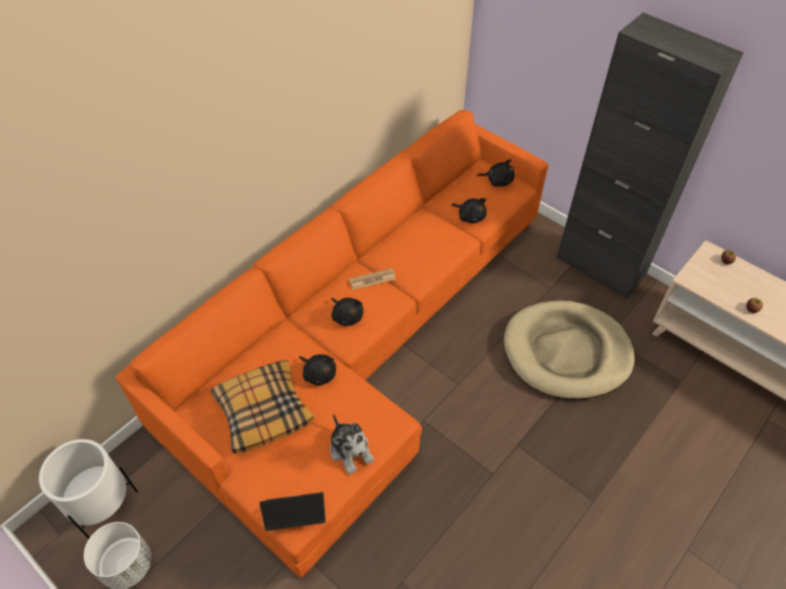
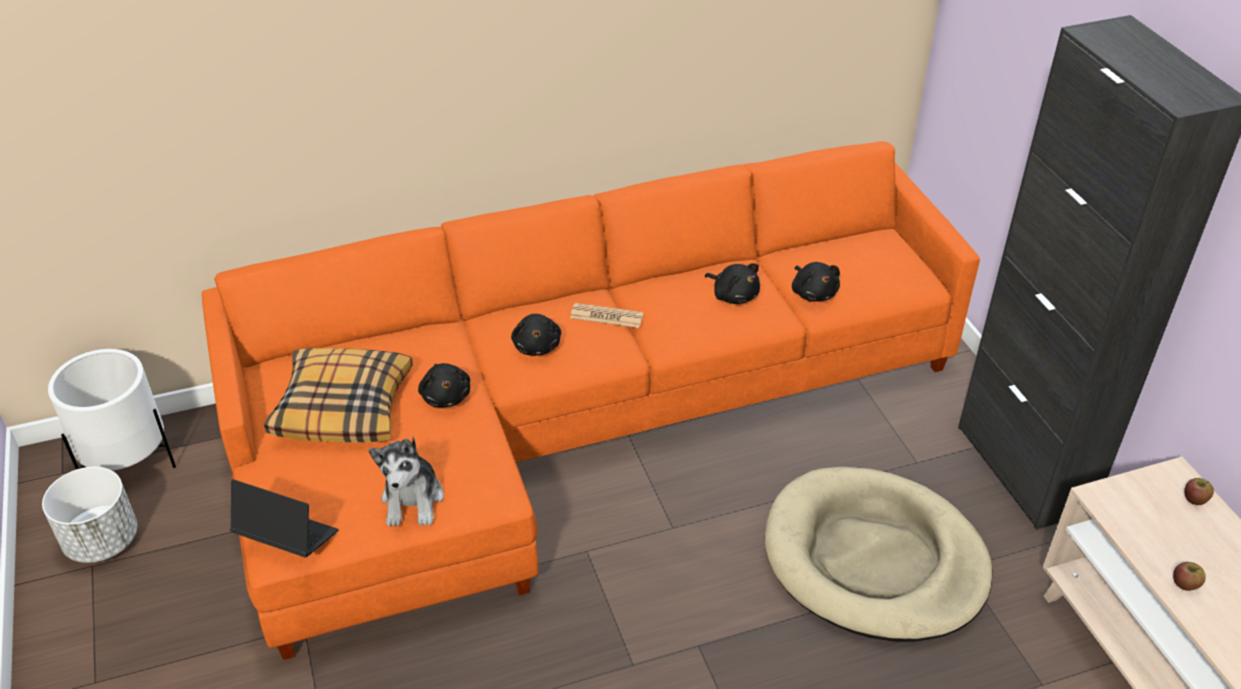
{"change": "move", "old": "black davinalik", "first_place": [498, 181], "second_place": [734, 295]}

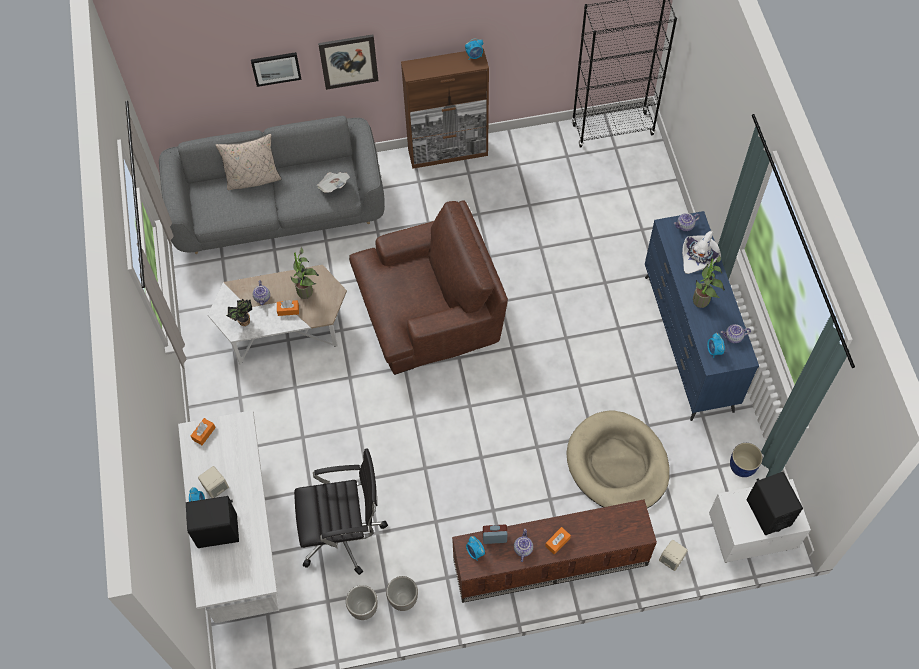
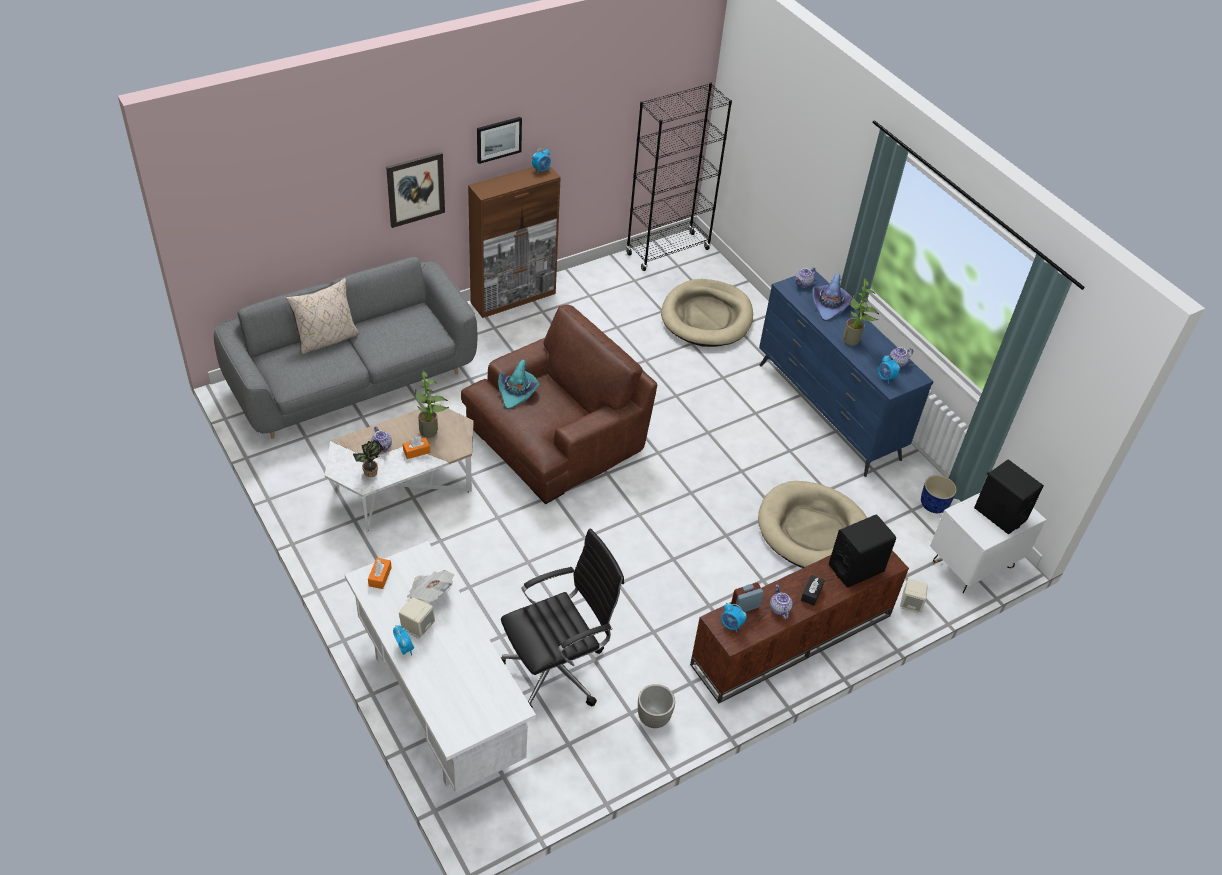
{"change": "move", "old": "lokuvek", "first_place": [276, 68], "second_place": [498, 139]}
{"change": "move", "old": "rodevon", "first_place": [334, 186], "second_place": [430, 593]}
{"change": "recolor", "old": "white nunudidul", "new": "purple nunudidul", "first_place": [699, 257], "second_place": [829, 305]}
{"change": "move", "old": "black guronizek", "first_place": [218, 531], "second_place": [856, 568]}
{"change": "recolor", "old": "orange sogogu", "new": "black sogogu", "first_place": [557, 542], "second_place": [811, 593]}
{"change": "delete", "old": "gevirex", "first_place": [364, 608]}
{"change": "insert", "new": "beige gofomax", "second_place": [706, 317]}
{"change": "insert", "new": "turquoise nunudidul", "second_place": [517, 391]}

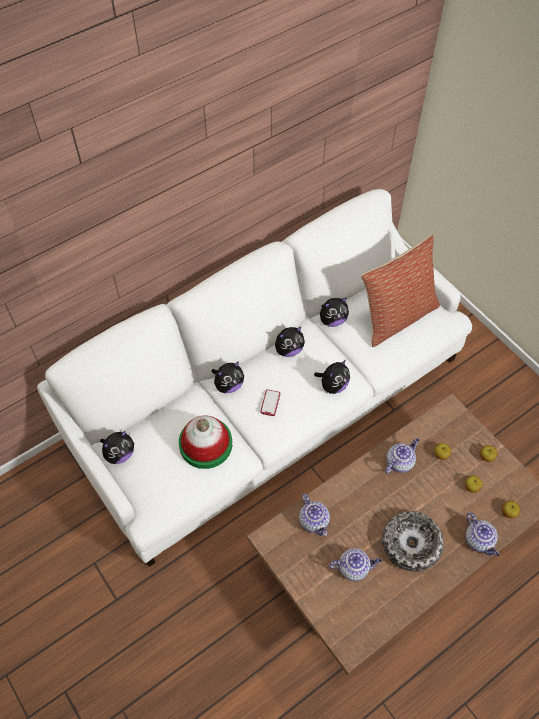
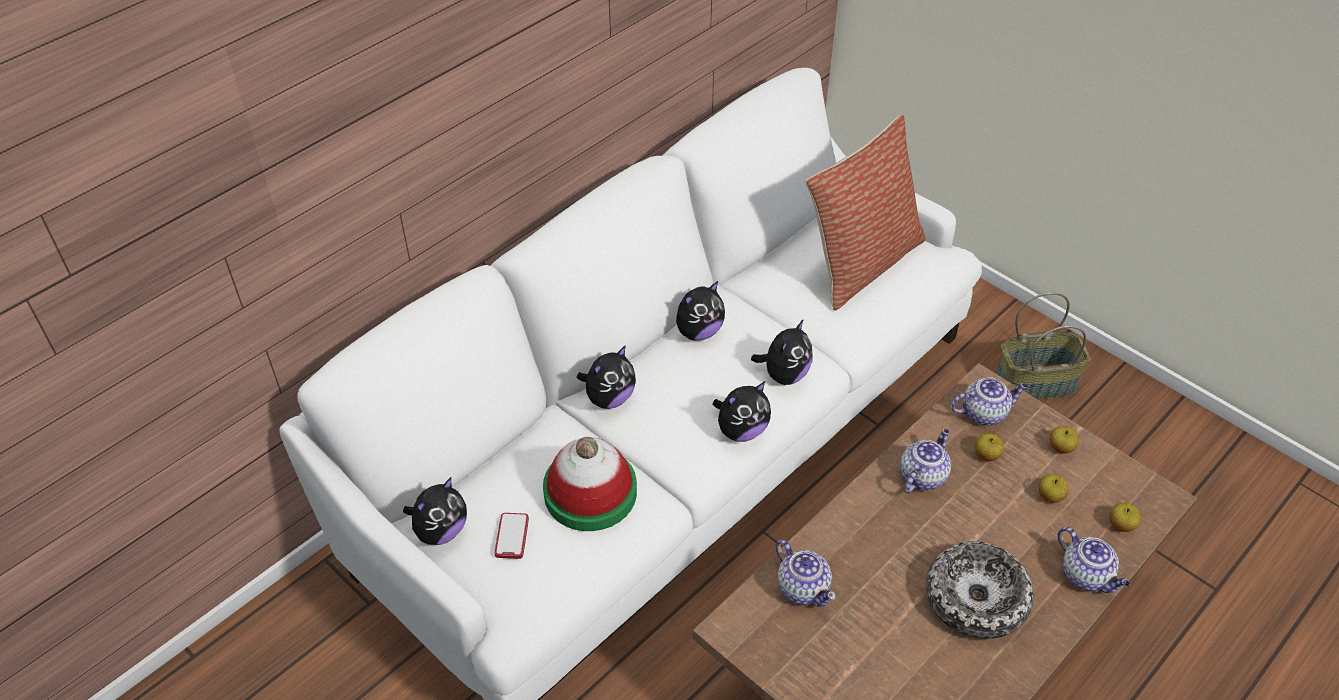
{"change": "move", "old": "davinalik", "first_place": [332, 320], "second_place": [741, 430]}
{"change": "move", "old": "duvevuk", "first_place": [270, 403], "second_place": [512, 536]}
{"change": "move", "old": "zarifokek", "first_place": [354, 568], "second_place": [985, 412]}
{"change": "insert", "new": "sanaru", "second_place": [1035, 382]}

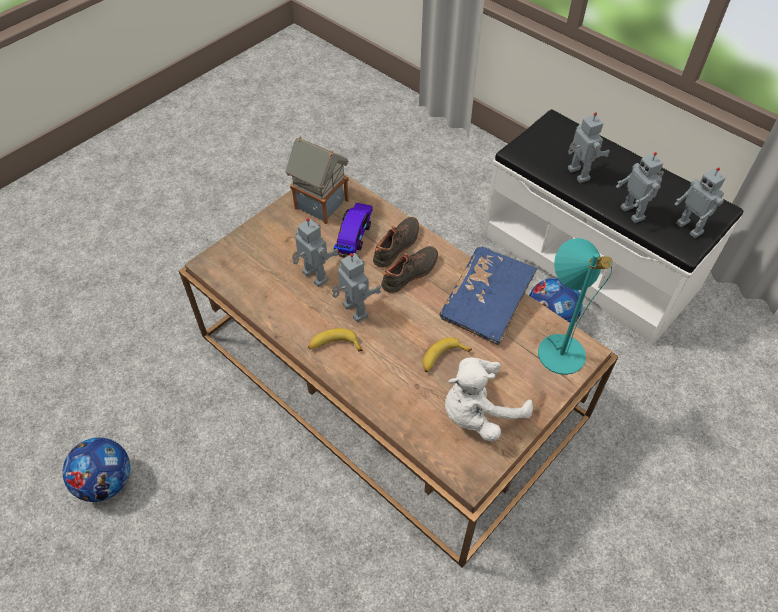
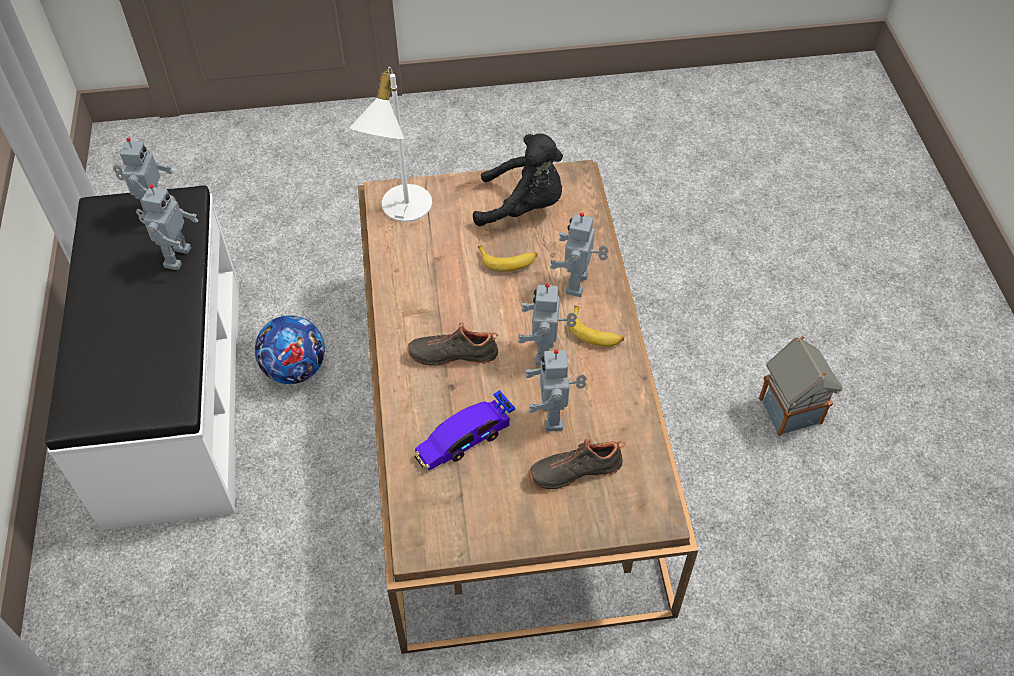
{"change": "move", "old": "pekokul", "first_place": [577, 174], "second_place": [578, 284]}
{"change": "move", "old": "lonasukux", "first_place": [320, 204], "second_place": [791, 412]}
{"change": "move", "old": "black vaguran", "first_place": [397, 247], "second_place": [574, 469]}
{"change": "recolor", "old": "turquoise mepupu", "new": "white mepupu", "first_place": [559, 346], "second_place": [399, 209]}
{"change": "delete", "old": "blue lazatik", "first_place": [486, 304]}
{"change": "recolor", "old": "white davinalik", "new": "black davinalik", "first_place": [478, 413], "second_place": [523, 206]}
{"change": "delete", "old": "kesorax", "first_place": [106, 482]}

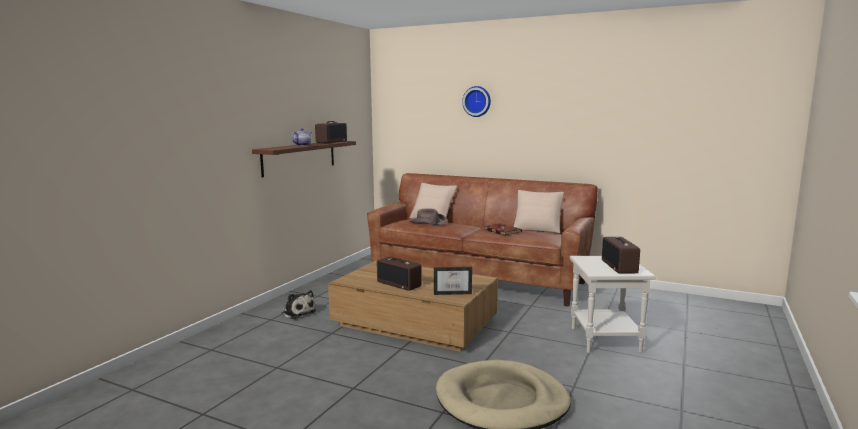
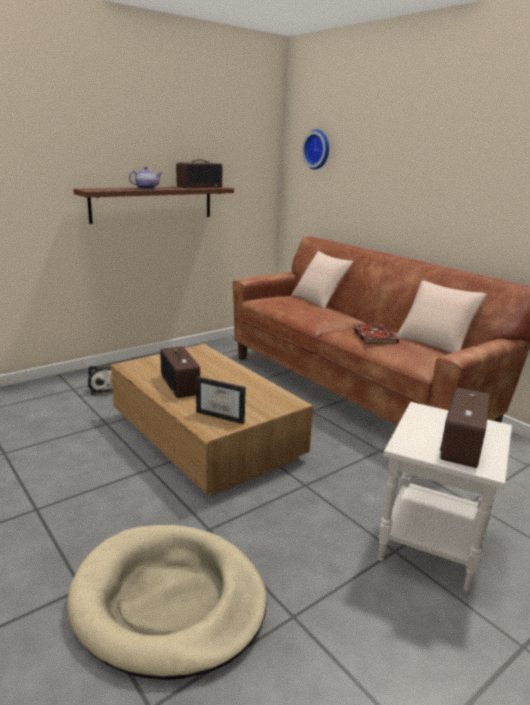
{"change": "move", "old": "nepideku", "first_place": [477, 101], "second_place": [318, 149]}
{"change": "delete", "old": "brown nunudidul", "first_place": [427, 222]}

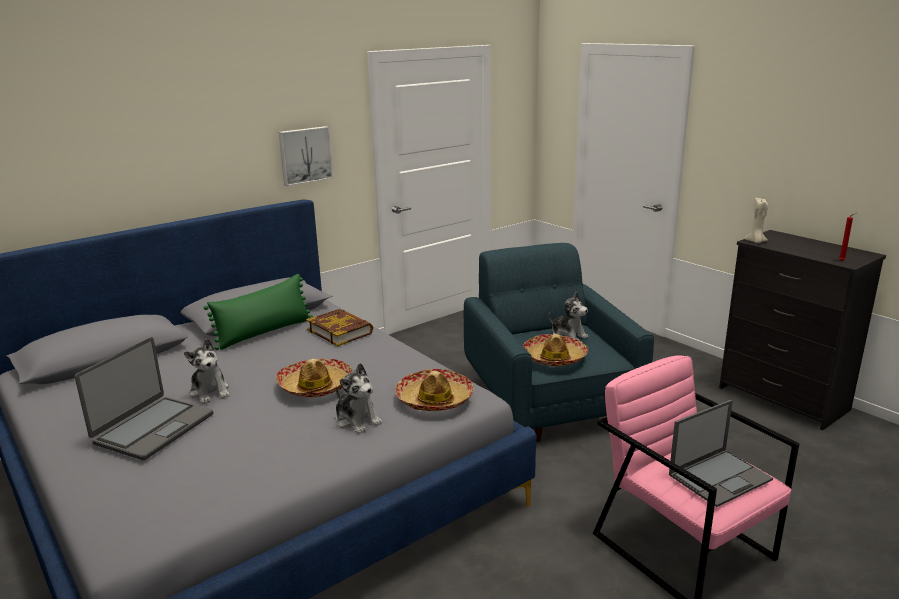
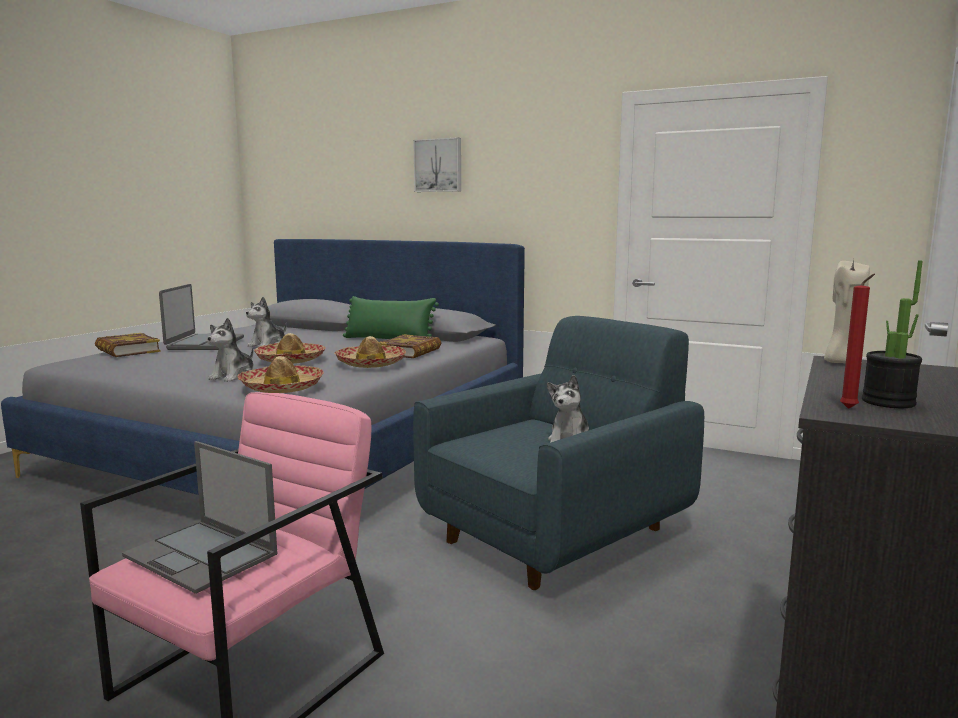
{"change": "move", "old": "lokuvek", "first_place": [305, 155], "second_place": [438, 165]}
{"change": "move", "old": "nunudidul", "first_place": [555, 357], "second_place": [370, 363]}
{"change": "rotate", "old": "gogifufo", "first_place": [153, 428], "second_place": [204, 343], "degrees": -90}
{"change": "insert", "new": "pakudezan", "second_place": [888, 402]}
{"change": "insert", "new": "lazatik", "second_place": [127, 350]}

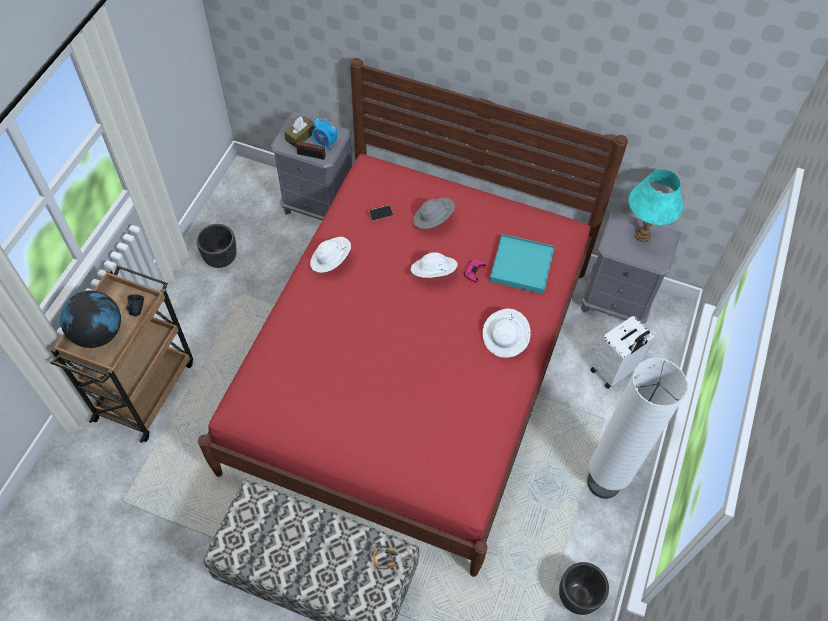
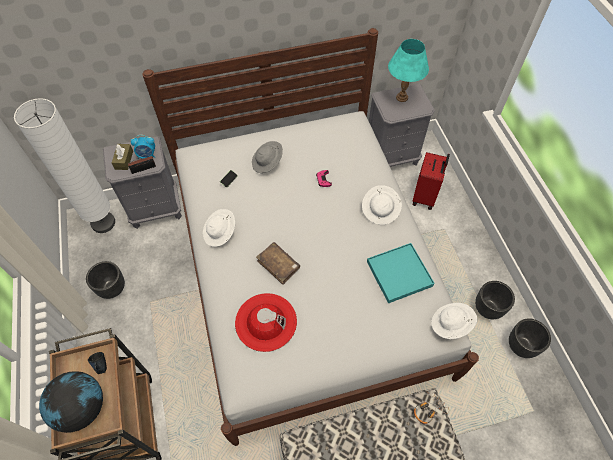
{"change": "recolor", "old": "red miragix", "new": "white miragix", "first_place": [411, 367], "second_place": [306, 274]}
{"change": "move", "old": "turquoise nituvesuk", "first_place": [521, 265], "second_place": [399, 274]}
{"change": "move", "old": "white nunudidul", "first_place": [433, 273], "second_place": [450, 324]}
{"change": "recolor", "old": "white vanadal", "new": "red vanadal", "first_place": [614, 370], "second_place": [425, 197]}
{"change": "move", "old": "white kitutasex", "first_place": [603, 482], "second_place": [103, 223]}
{"change": "insert", "new": "brown lazatik", "second_place": [278, 265]}
{"change": "insert", "new": "black gevirex", "second_place": [488, 308]}
{"change": "insert", "new": "red nunudidul", "second_place": [266, 322]}

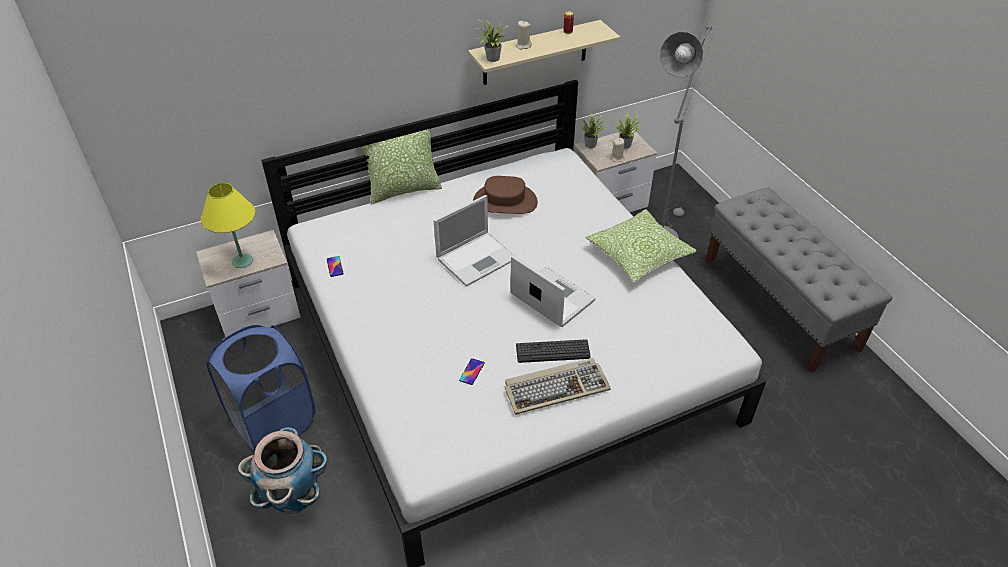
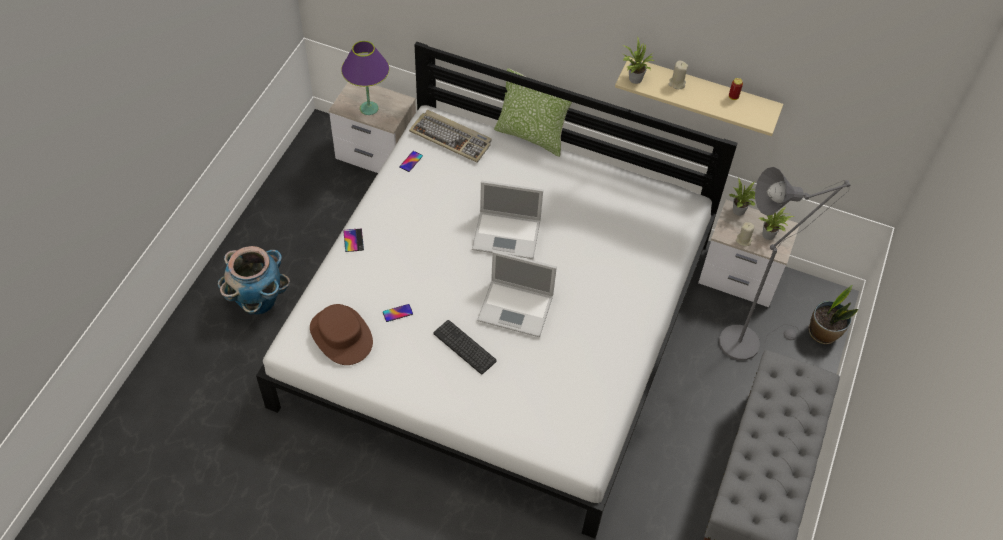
{"change": "move", "old": "brown nunudidul", "first_place": [505, 202], "second_place": [341, 336]}
{"change": "recolor", "old": "yellow mepupu", "new": "purple mepupu", "first_place": [242, 261], "second_place": [369, 108]}
{"change": "delete", "old": "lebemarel", "first_place": [638, 255]}
{"change": "rotate", "old": "gogifufo", "first_place": [551, 297], "second_place": [517, 308], "degrees": 105}
{"change": "delete", "old": "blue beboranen", "first_place": [274, 422]}
{"change": "move", "old": "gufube", "first_place": [556, 387], "second_place": [451, 138]}
{"change": "insert", "new": "duvevuk", "second_place": [353, 240]}
{"change": "insert", "new": "pakudezan", "second_place": [823, 333]}

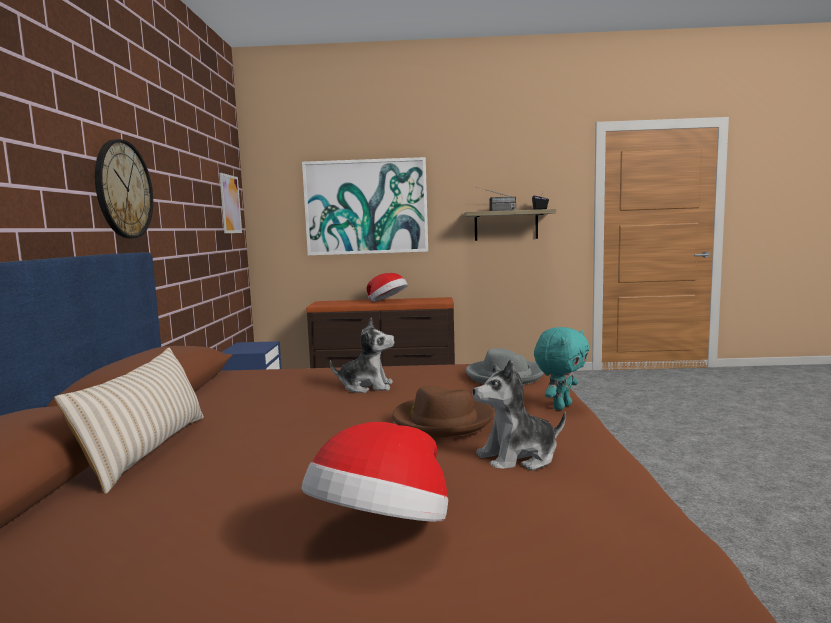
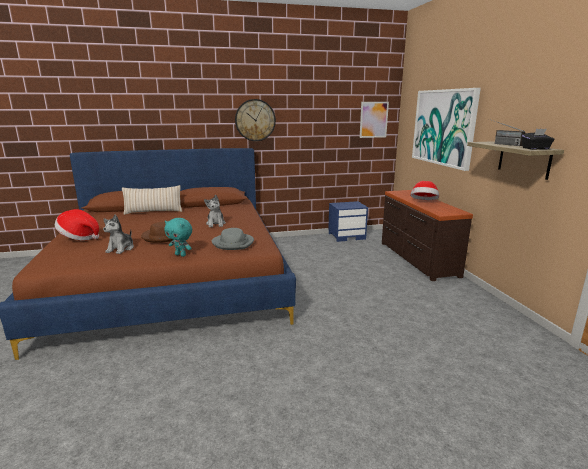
{"change": "rotate", "old": "davinalik", "first_place": [518, 458], "second_place": [121, 249], "degrees": -135}

